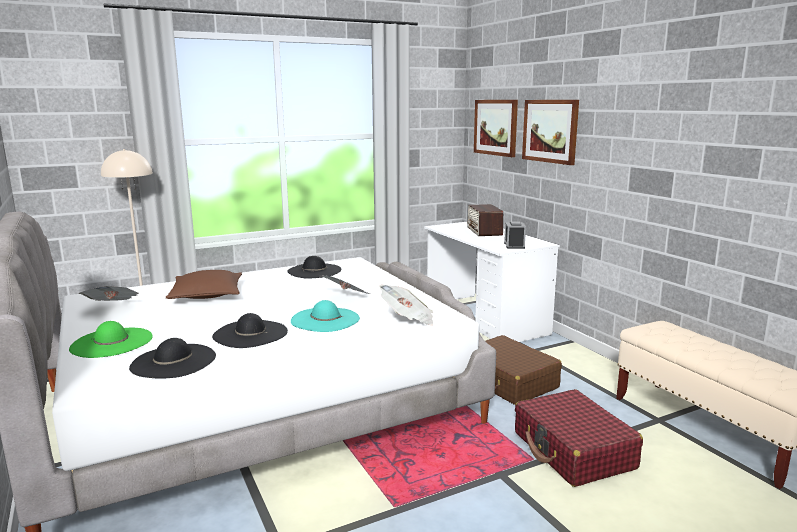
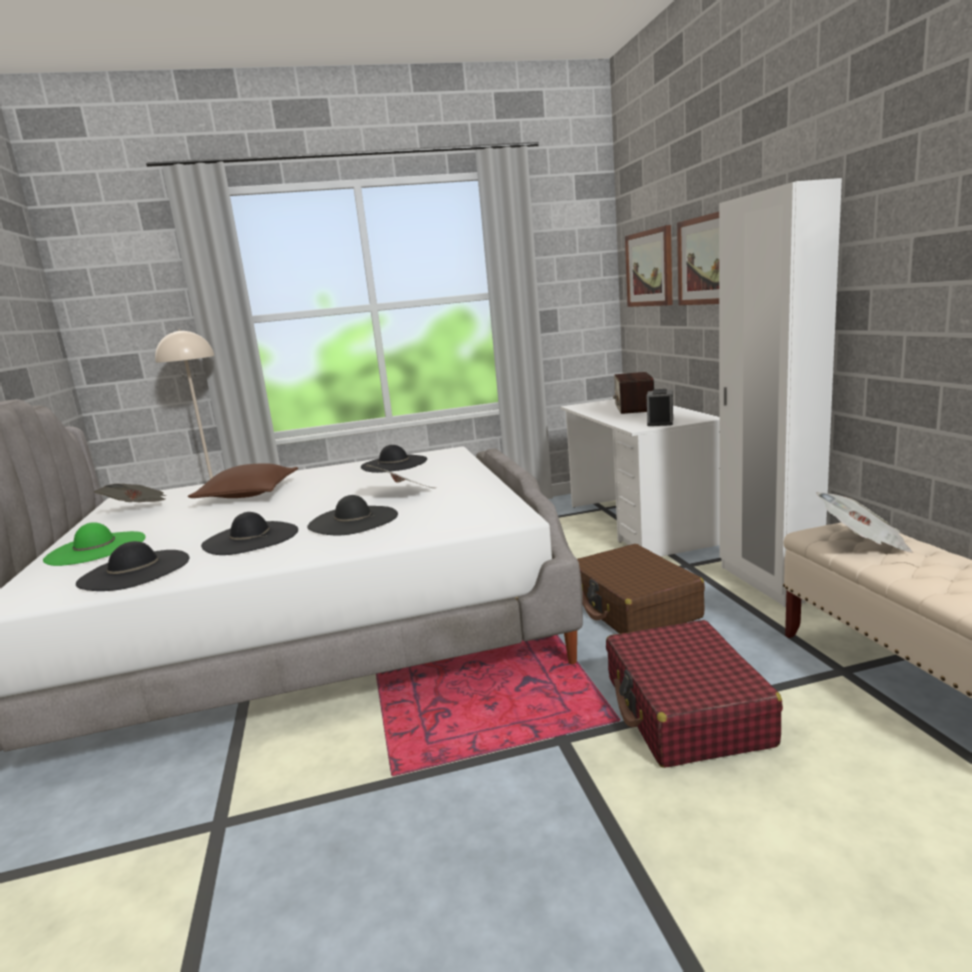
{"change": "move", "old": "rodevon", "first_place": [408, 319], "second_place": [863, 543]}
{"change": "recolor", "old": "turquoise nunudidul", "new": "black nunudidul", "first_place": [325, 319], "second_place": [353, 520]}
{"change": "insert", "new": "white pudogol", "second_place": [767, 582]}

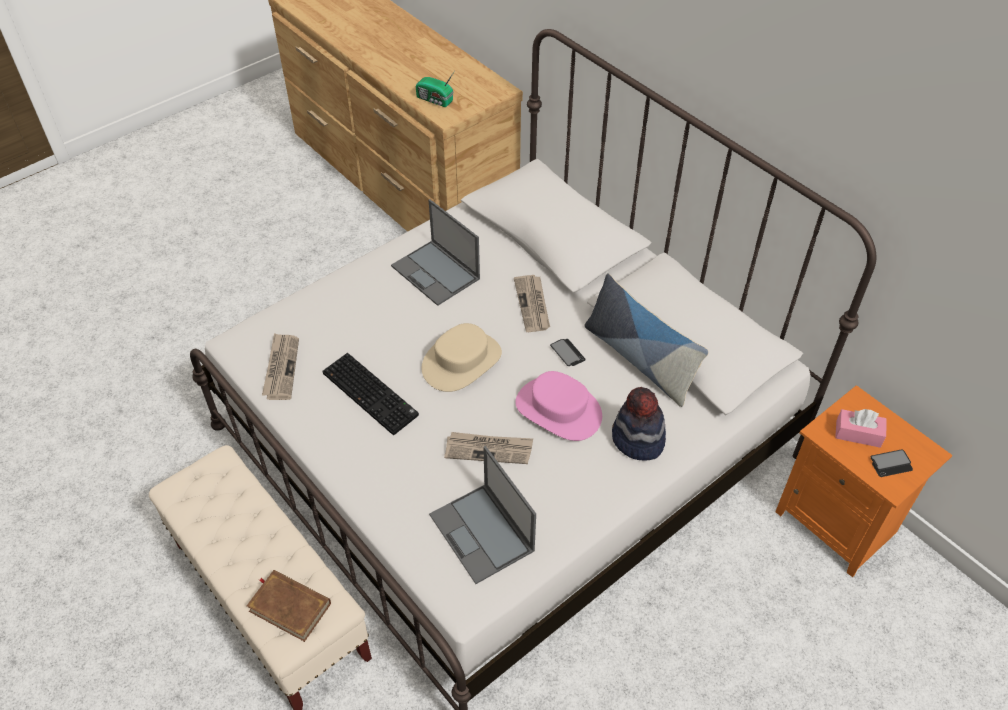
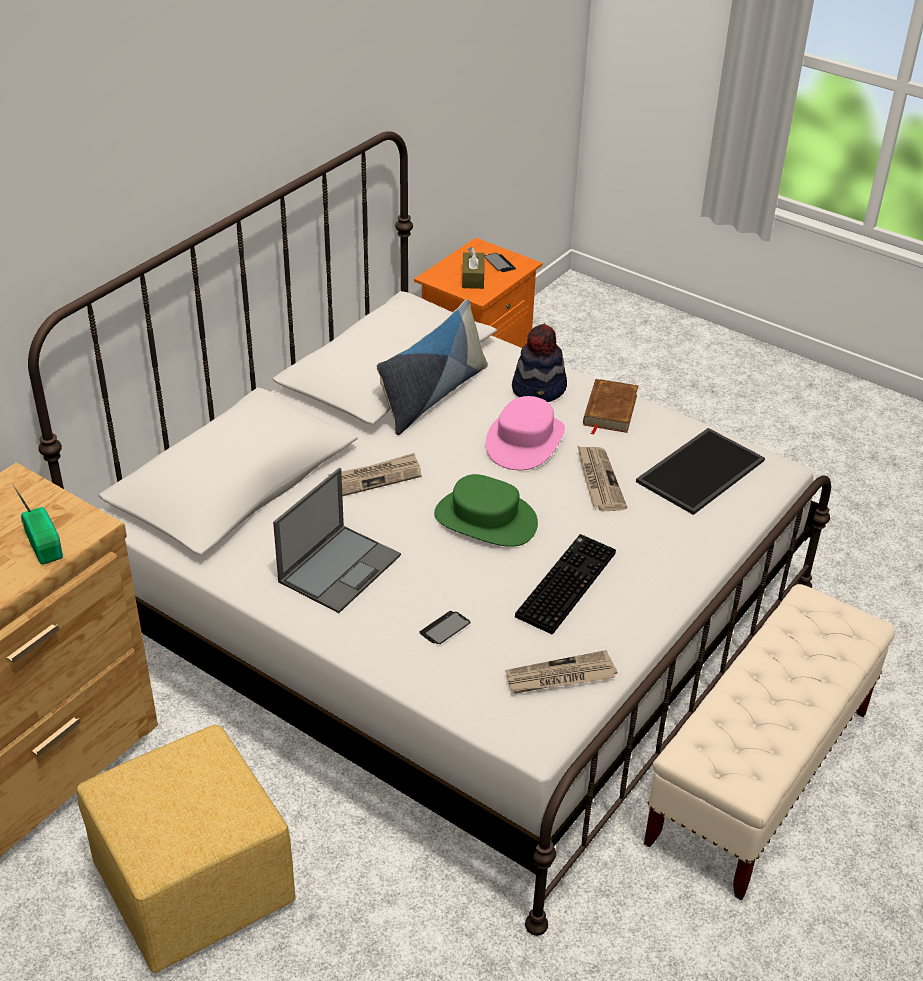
{"change": "rotate", "old": "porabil", "first_place": [435, 100], "second_place": [45, 543], "degrees": -45}
{"change": "recolor", "old": "beige nunudidul", "new": "green nunudidul", "first_place": [461, 361], "second_place": [485, 520]}
{"change": "move", "old": "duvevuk", "first_place": [567, 353], "second_place": [444, 629]}
{"change": "recolor", "old": "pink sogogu", "new": "brown sogogu", "first_place": [858, 434], "second_place": [473, 278]}
{"change": "replace", "old": "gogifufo", "new": "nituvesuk", "first_place": [482, 533], "second_place": [699, 470]}
{"change": "move", "old": "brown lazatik", "first_place": [290, 607], "second_place": [609, 410]}
{"change": "insert", "new": "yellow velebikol", "second_place": [191, 887]}

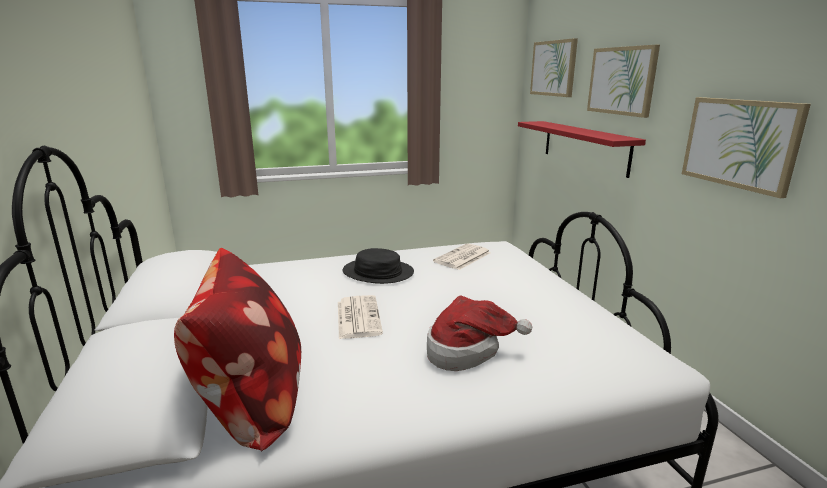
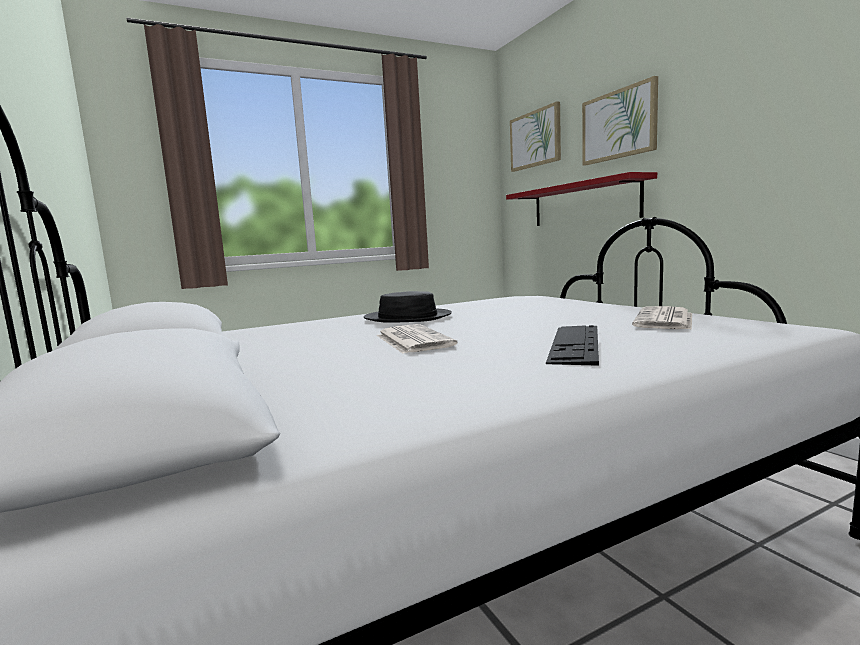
{"change": "delete", "old": "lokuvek", "first_place": [740, 143]}
{"change": "move", "old": "rodevon", "first_place": [462, 258], "second_place": [664, 320]}
{"change": "delete", "old": "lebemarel", "first_place": [251, 404]}
{"change": "replace", "old": "nunudidul", "new": "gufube", "first_place": [467, 351], "second_place": [575, 344]}

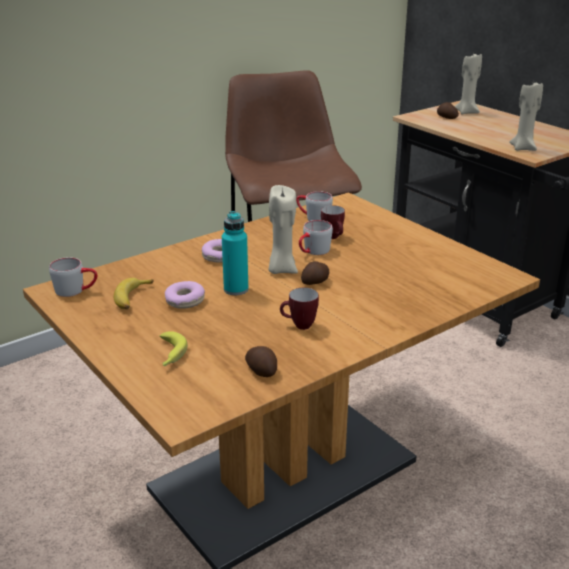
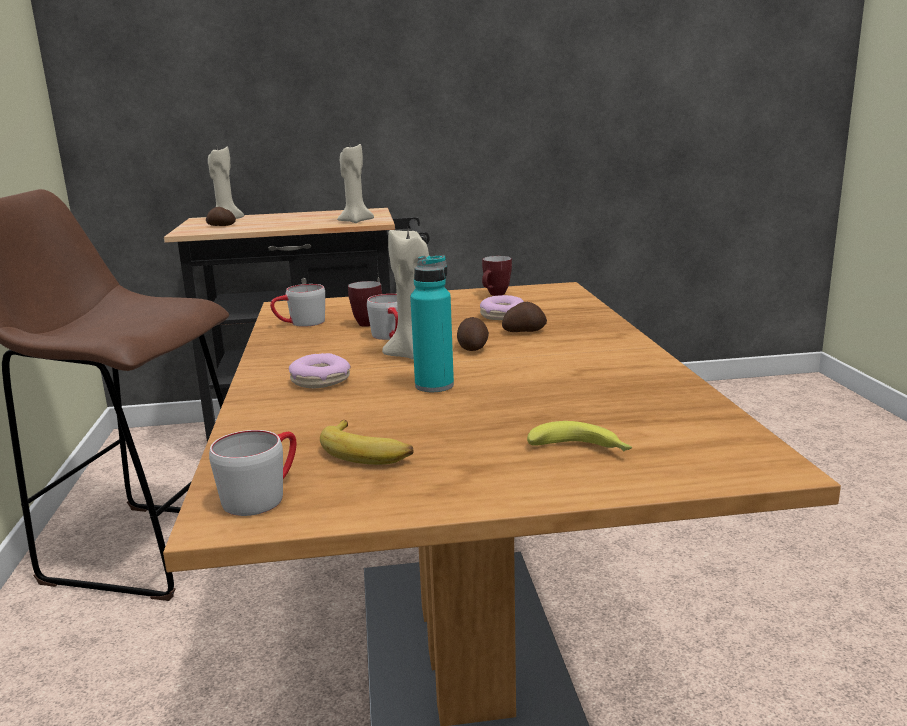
{"change": "move", "old": "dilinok", "first_place": [185, 301], "second_place": [502, 316]}
{"change": "move", "old": "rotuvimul", "first_place": [298, 326], "second_place": [495, 295]}
{"change": "move", "old": "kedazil", "first_place": [262, 370], "second_place": [523, 331]}

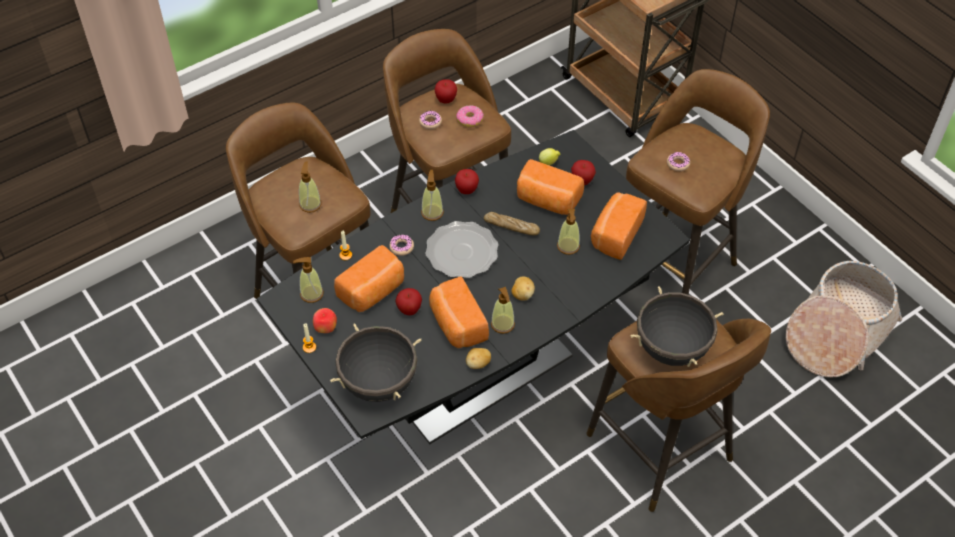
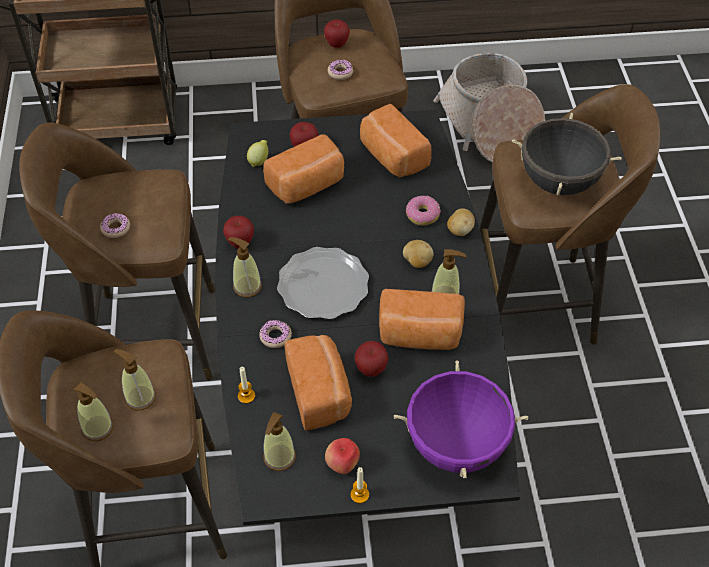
{"change": "move", "old": "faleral", "first_place": [446, 100], "second_place": [337, 44]}
{"change": "move", "old": "dilinok", "first_place": [470, 120], "second_place": [422, 214]}
{"change": "move", "old": "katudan", "first_place": [568, 246], "second_place": [98, 428]}
{"change": "delete", "old": "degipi", "first_place": [511, 227]}
{"change": "recolor", "old": "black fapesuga", "new": "purple fapesuga", "first_place": [379, 383], "second_place": [456, 444]}
{"change": "move", "old": "kedazil", "first_place": [478, 364], "second_place": [460, 230]}

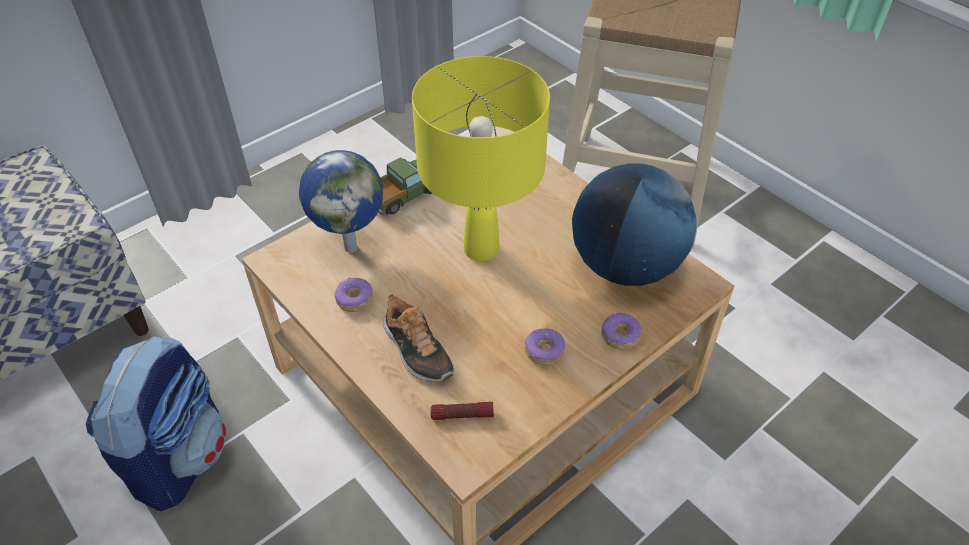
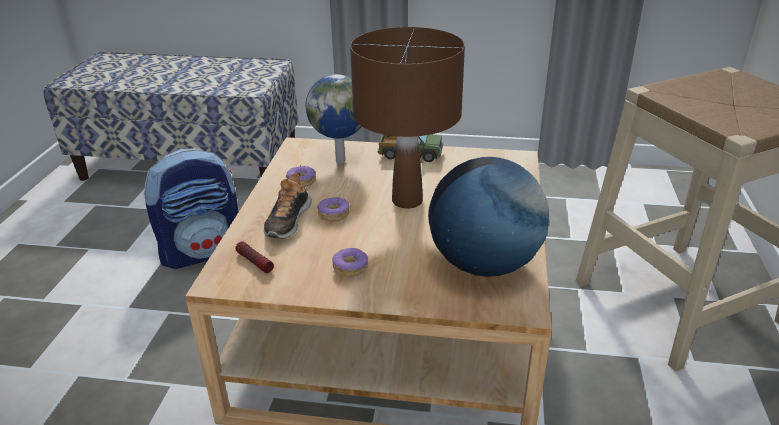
{"change": "recolor", "old": "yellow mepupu", "new": "brown mepupu", "first_place": [481, 249], "second_place": [407, 200]}
{"change": "move", "old": "dilinok", "first_place": [620, 336], "second_place": [333, 214]}

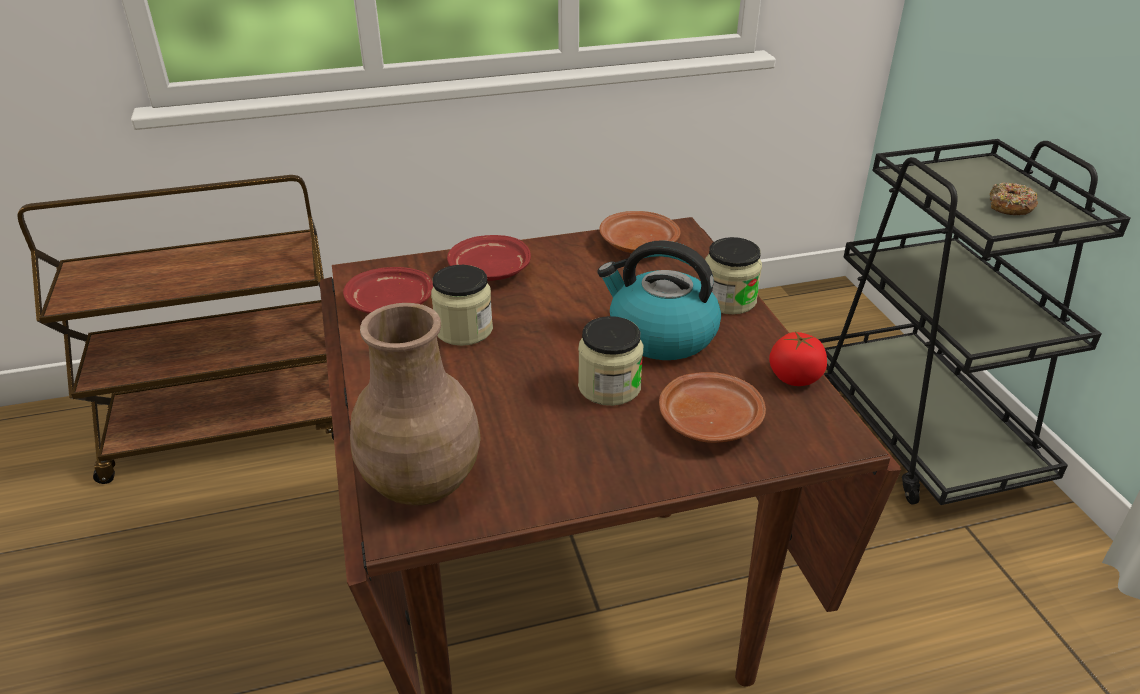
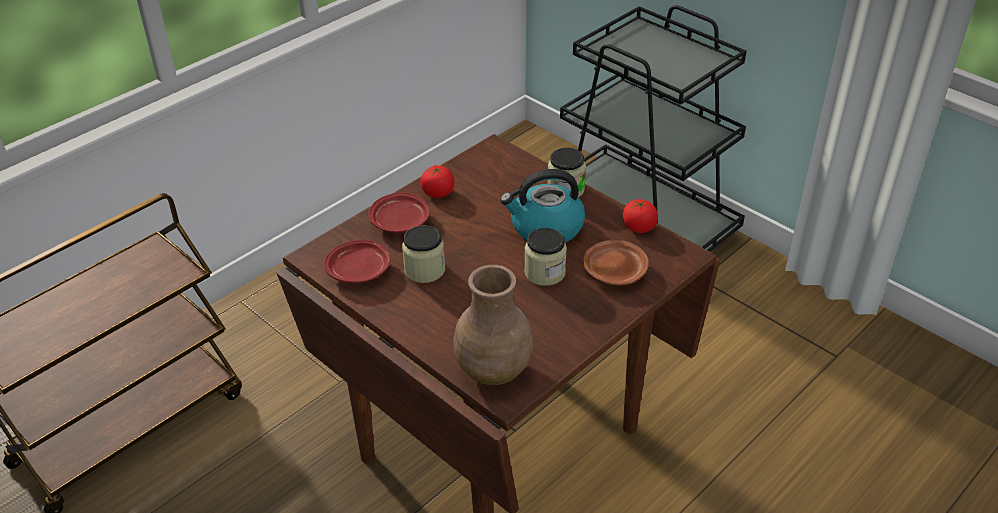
{"change": "delete", "old": "dilinok", "first_place": [1009, 206]}
{"change": "delete", "old": "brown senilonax", "first_place": [637, 244]}
{"change": "insert", "new": "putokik", "second_place": [438, 192]}

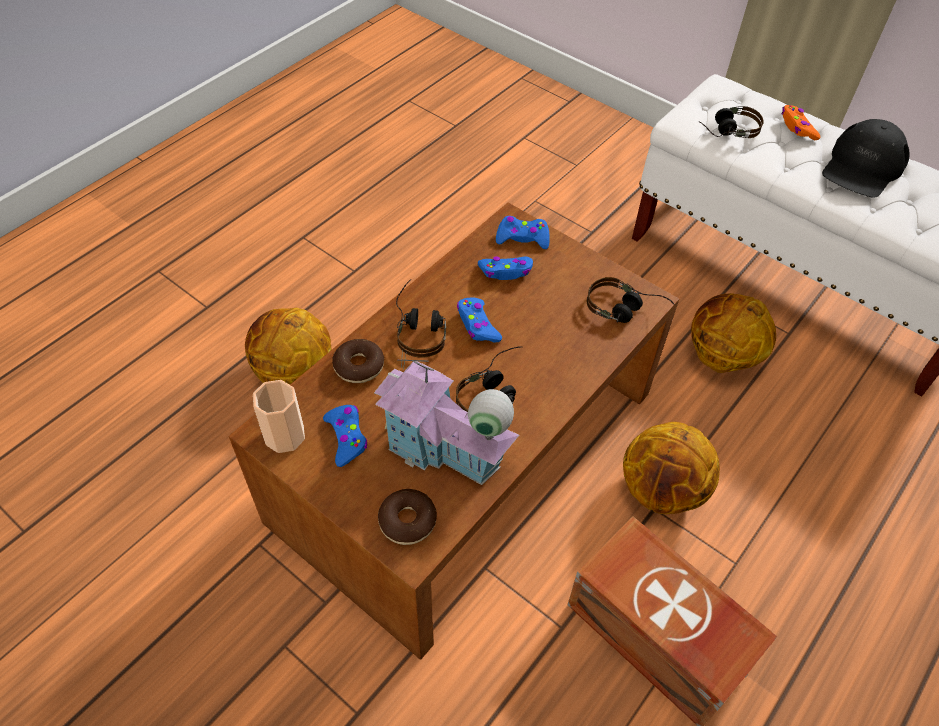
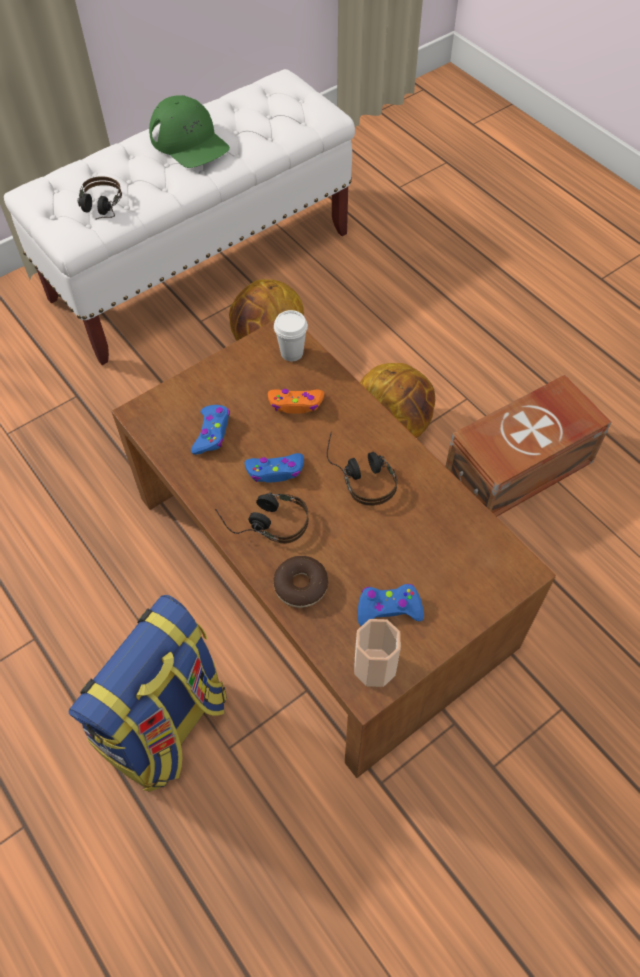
{"change": "move", "old": "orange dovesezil", "first_place": [797, 127], "second_place": [296, 404]}
{"change": "recolor", "old": "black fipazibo", "new": "green fipazibo", "first_place": [862, 167], "second_place": [189, 142]}
{"change": "delete", "old": "blue dovesezil", "first_place": [522, 238]}
{"change": "replace", "old": "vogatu", "new": "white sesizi", "first_place": [626, 311], "second_place": [292, 353]}
{"change": "replace", "old": "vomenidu", "new": "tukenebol", "first_place": [293, 372], "second_place": [167, 726]}
{"change": "delete", "old": "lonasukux", "first_place": [443, 451]}
{"change": "delete", "old": "dilinok", "first_place": [407, 521]}

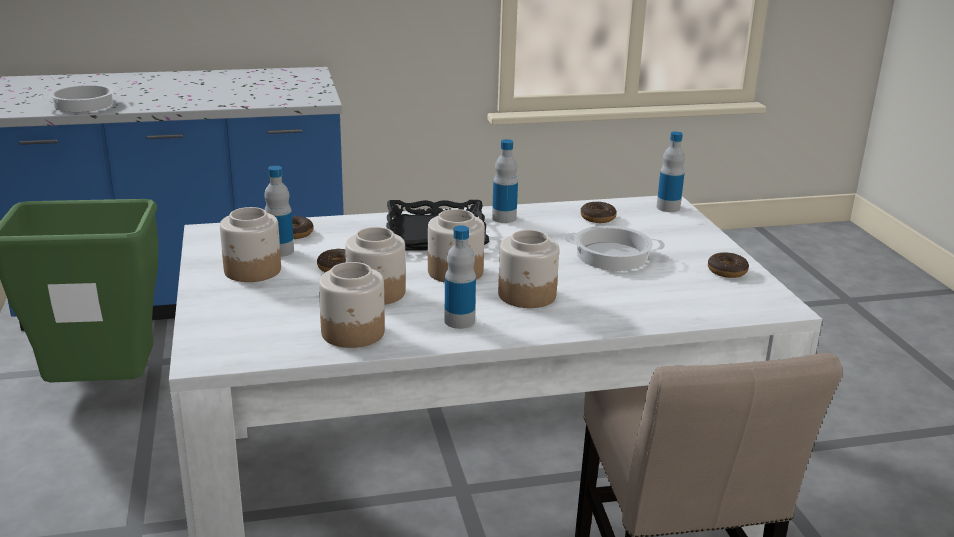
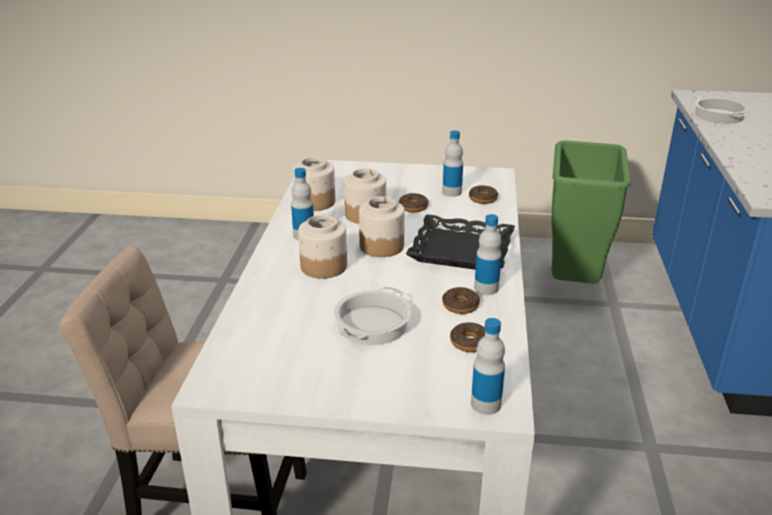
{"change": "delete", "old": "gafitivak", "first_place": [252, 271]}
{"change": "move", "old": "dilinok", "first_place": [727, 271], "second_place": [460, 305]}

